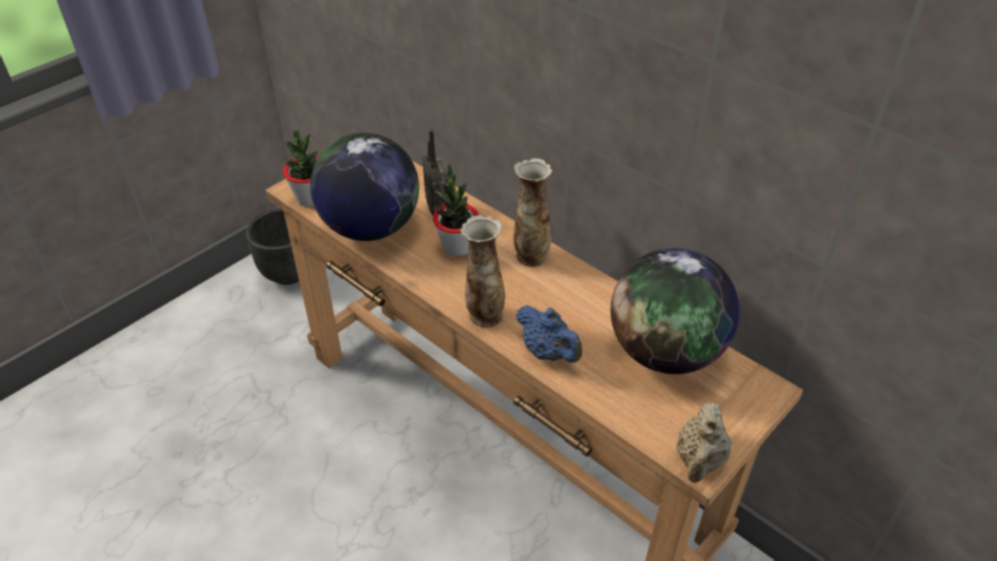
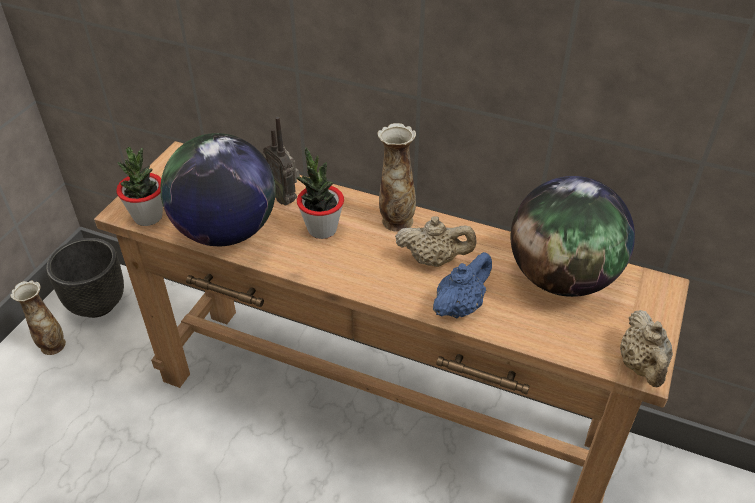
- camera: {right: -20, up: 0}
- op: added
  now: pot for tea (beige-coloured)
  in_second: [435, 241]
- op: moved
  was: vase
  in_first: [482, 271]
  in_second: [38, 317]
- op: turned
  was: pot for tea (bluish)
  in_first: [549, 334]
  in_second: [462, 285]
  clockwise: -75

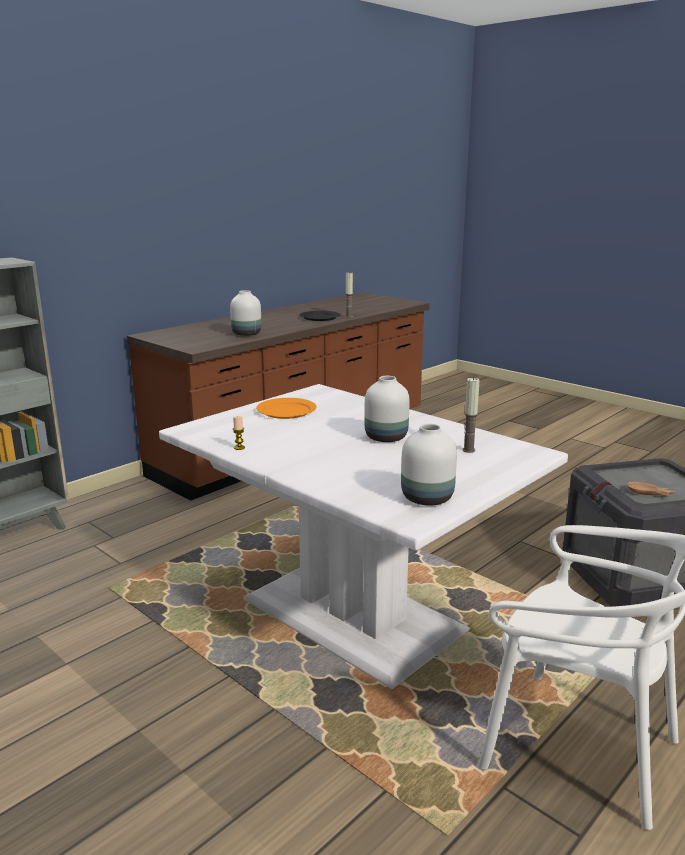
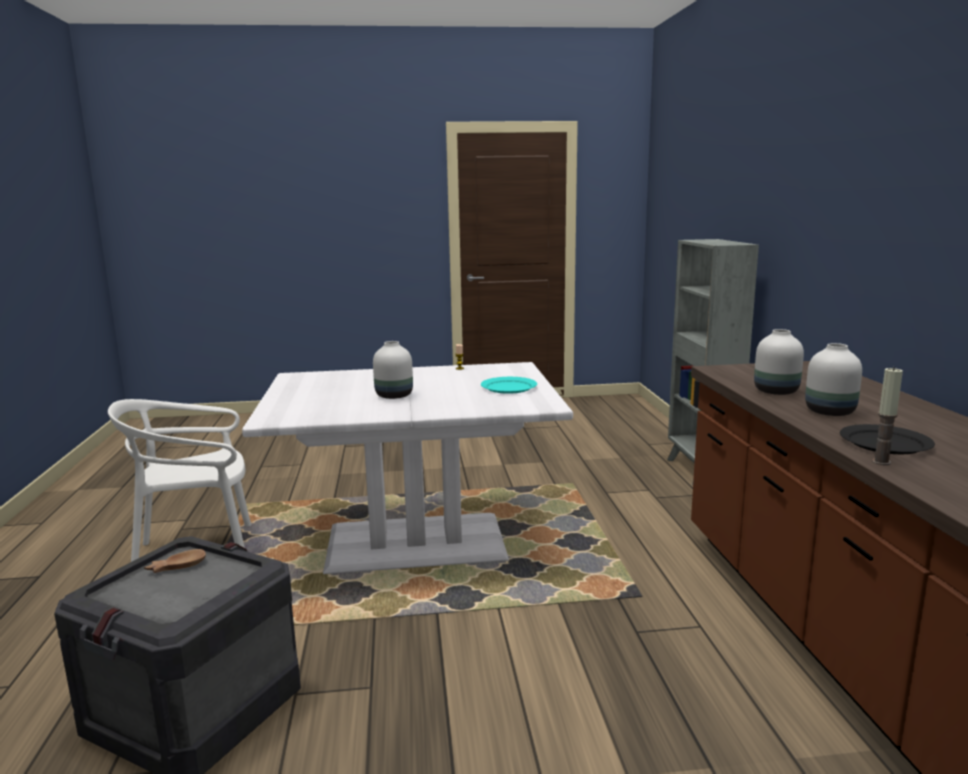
- camera: {right: 130, up: -5}
- op: removed
  was: wax light
  in_first: [471, 415]
- op: moved
  was: vase (white)
  in_first: [429, 465]
  in_second: [833, 379]
- op: recoloured
  was: plate (orangey)
  now: plate (turquoise)
  in_first: [286, 408]
  in_second: [509, 385]

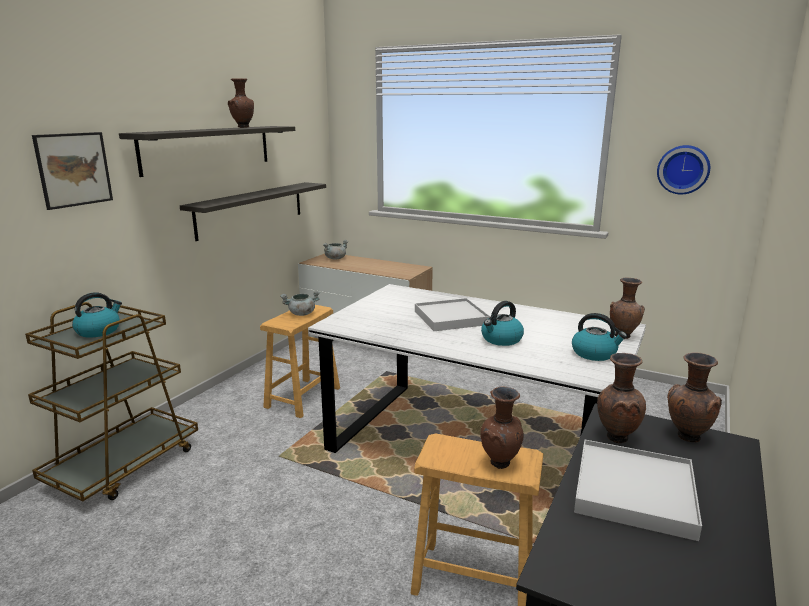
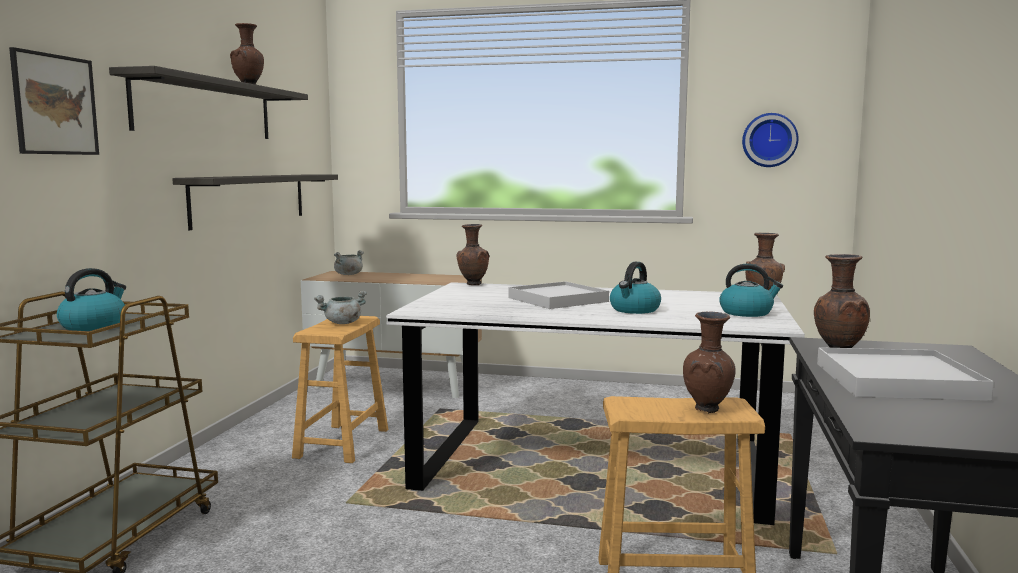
- camera: {right: -15, up: -10}
- op: moved
  was: vase (brown-coloured)
  in_first: [694, 397]
  in_second: [473, 254]

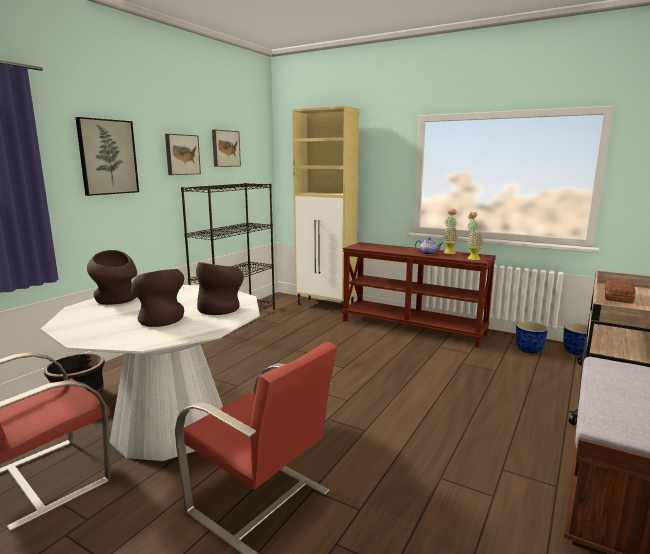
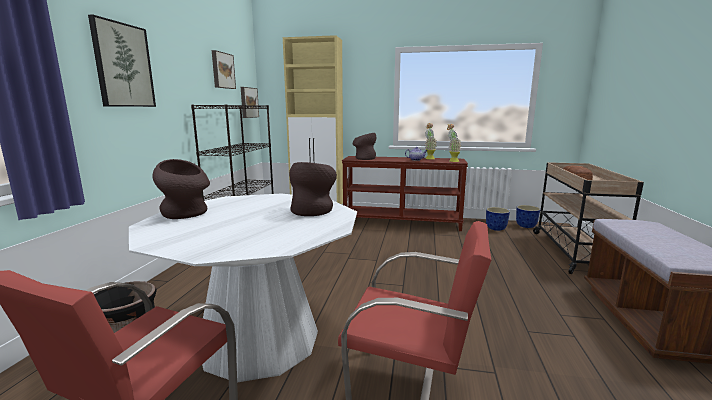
- camera: {right: -20, up: 0}
- op: moved
  was: vase (brown-coloured)
  in_first: [157, 298]
  in_second: [364, 146]
- op: moved
  was: wall art
  in_first: [183, 154]
  in_second: [250, 102]

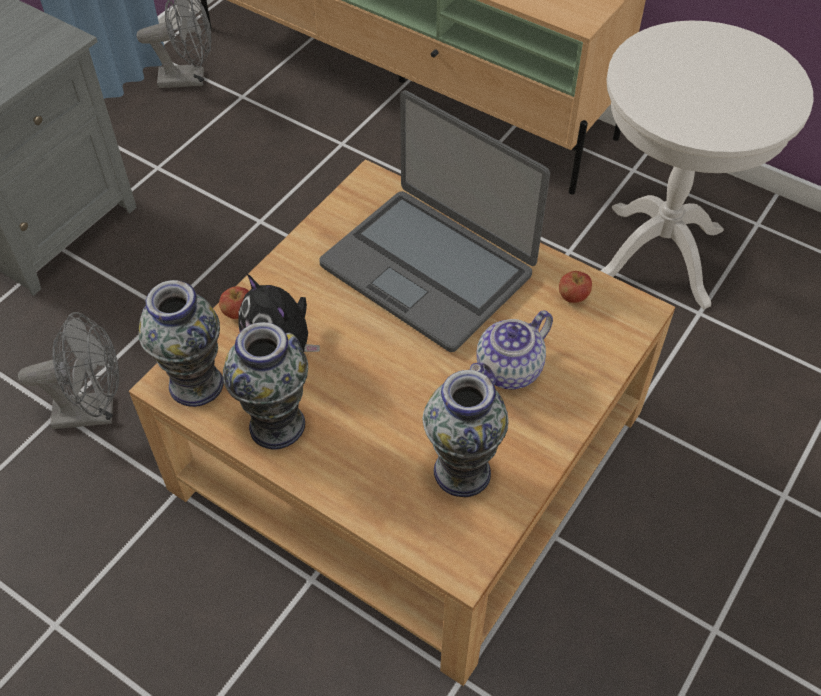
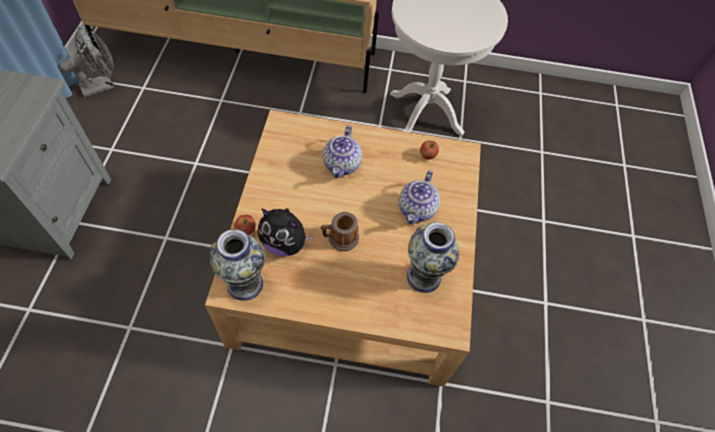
- camera: {right: -30, up: 5}
- op: removed
  was: cooling fan (greyish)
  in_first: [68, 370]
- op: removed
  was: vase
  in_first: [265, 386]
- op: added
  now: coffee mug
  in_second: [340, 231]
- op: replaced
  was: portable computer
  now: pot for tea
  in_first: [434, 221]
  in_second: [342, 151]

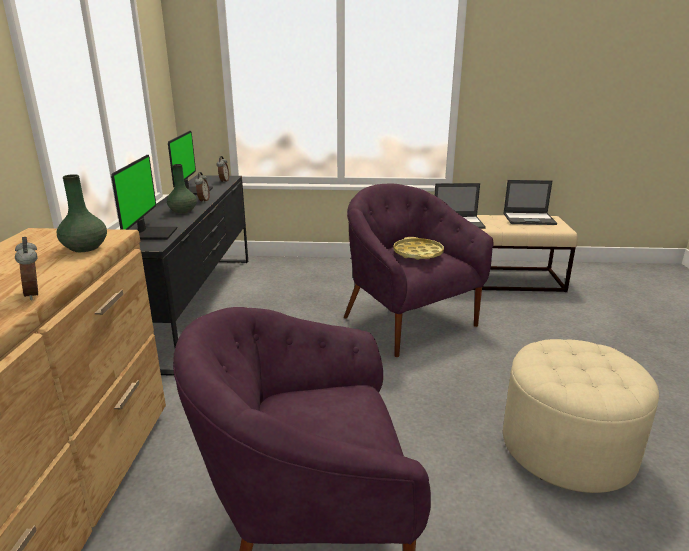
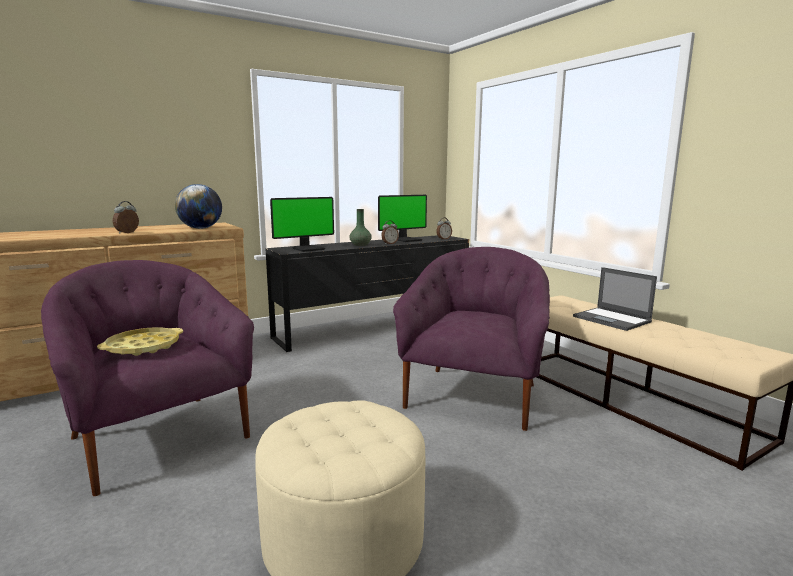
- camera: {right: 55, up: -10}
- op: removed
  was: portable computer
  in_first: [530, 202]
- op: moved
  was: serving tray (yellow-coloured)
  in_first: [418, 248]
  in_second: [140, 341]
- op: replaced
  was: vase (green)
  now: globe
  in_first: [81, 213]
  in_second: [198, 206]

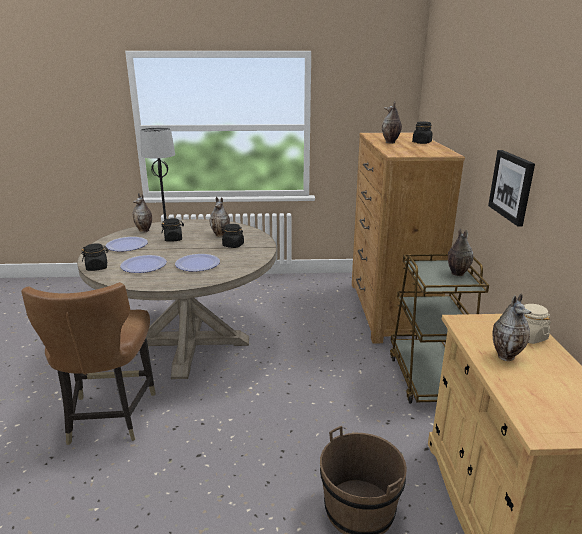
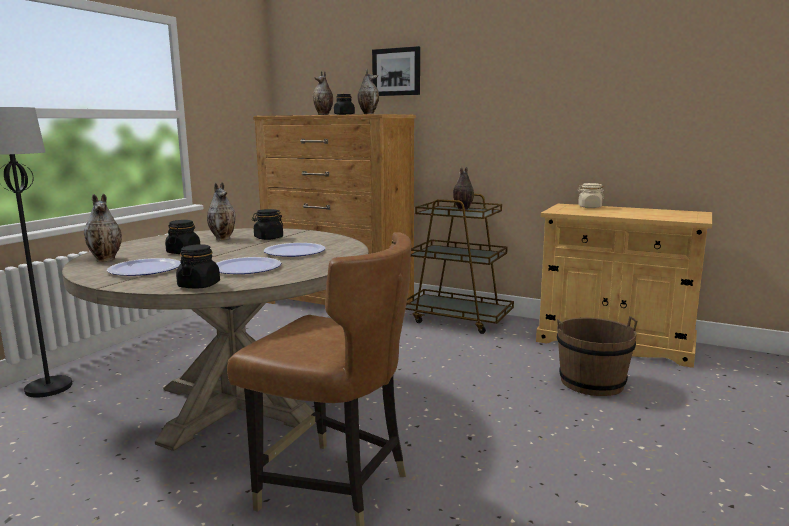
- camera: {right: -60, up: -10}
- op: moved
  was: wall art
  in_first: [511, 188]
  in_second: [396, 71]
- op: moved
  was: vase
  in_first: [512, 327]
  in_second: [368, 91]

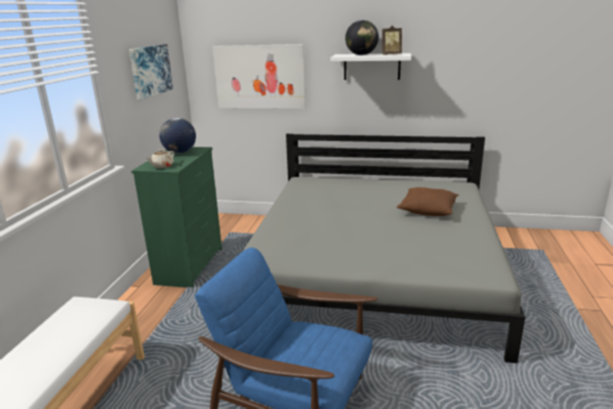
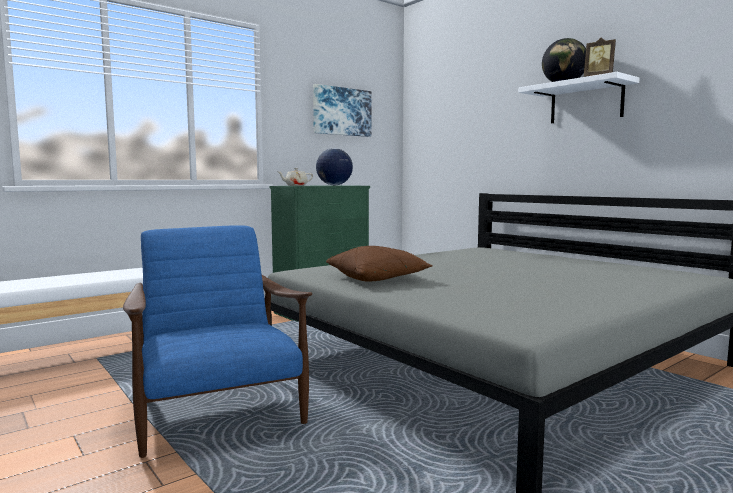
- camera: {right: 40, up: -15}
- op: removed
  was: wall art
  in_first: [259, 76]
- op: moved
  was: throw pillow (brown-coloured)
  in_first: [428, 201]
  in_second: [379, 264]

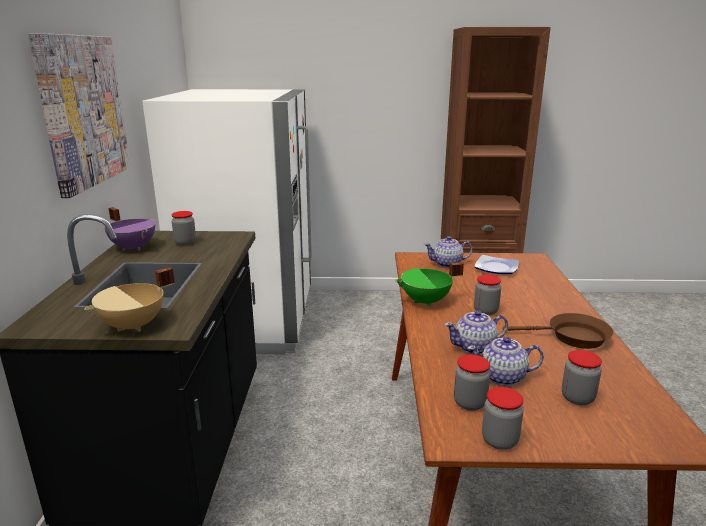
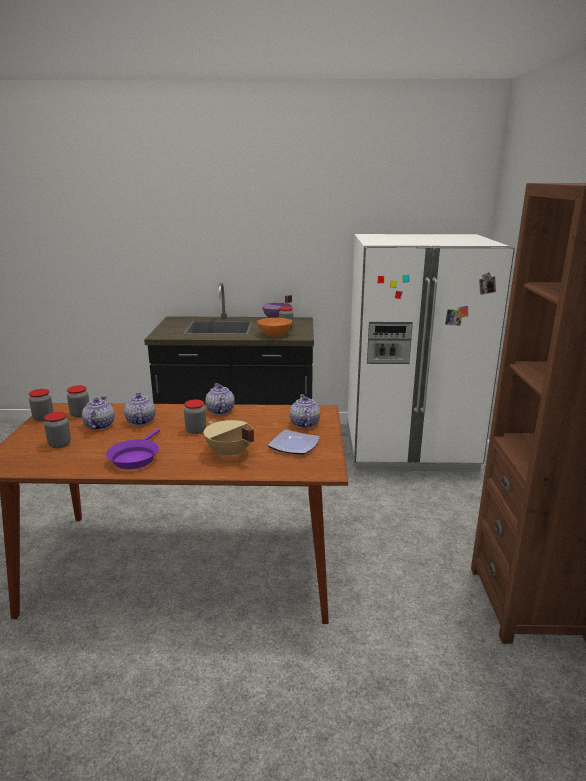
- camera: {right: 90, up: 0}
- op: removed
  was: wall art
  in_first: [79, 115]
- op: added
  now: bowl (orangey)
  in_second: [274, 327]
- op: moved
  was: cooking pot (beige-coloured)
  in_first: [129, 299]
  in_second: [229, 438]
- op: replaced
  was: cooking pot (green)
  now: pot for tea
  in_first: [429, 284]
  in_second: [220, 399]
- op: recoloured
  was: skillet (brown-coloured)
  now: skillet (purple-coloured)
  in_first: [558, 331]
  in_second: [133, 449]

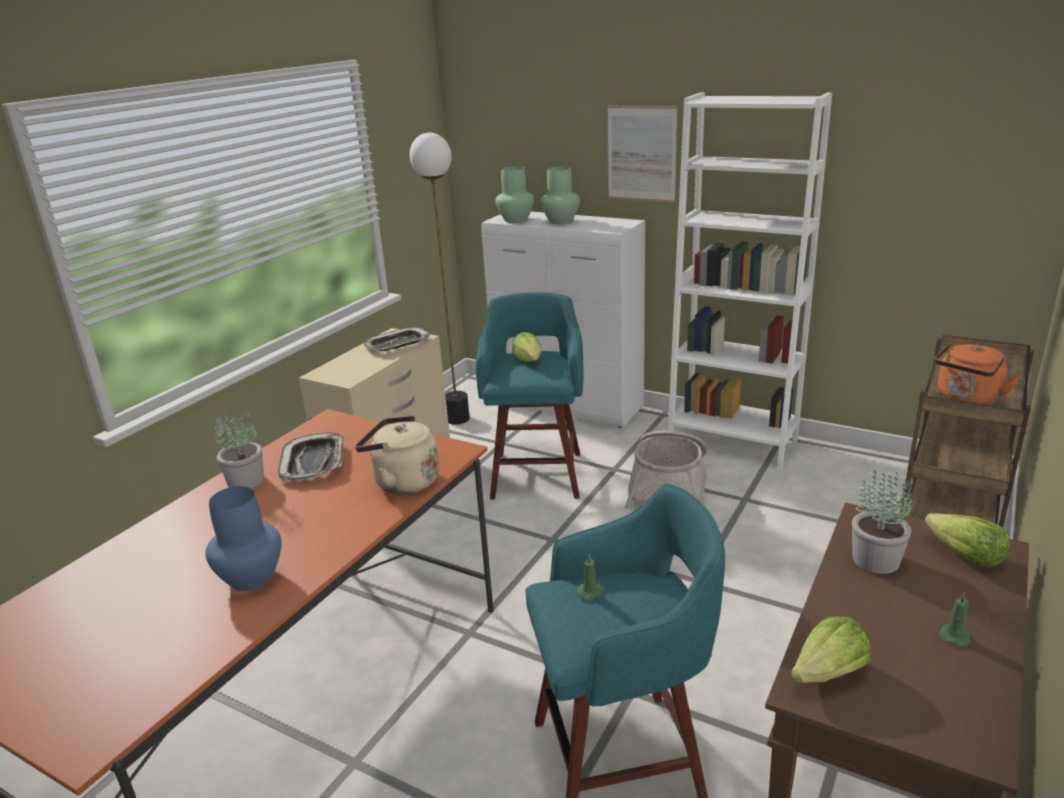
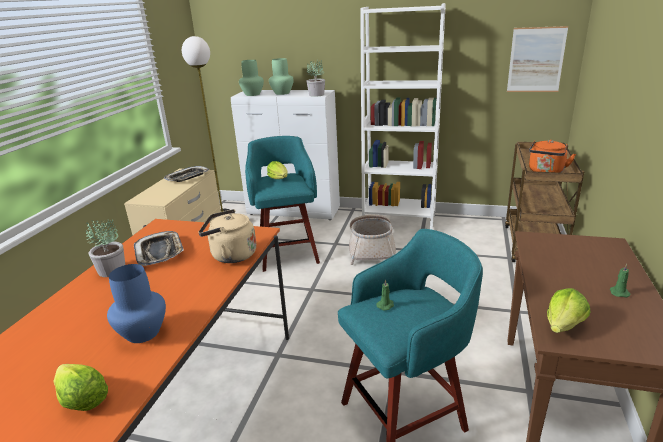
- camera: {right: -15, up: 0}
- op: moved
  was: wall art
  in_first: [642, 154]
  in_second: [537, 59]
- op: moved
  was: potted plant
  in_first: [882, 522]
  in_second: [315, 78]
- op: moved
  was: lettuce
  in_first: [967, 540]
  in_second: [80, 387]

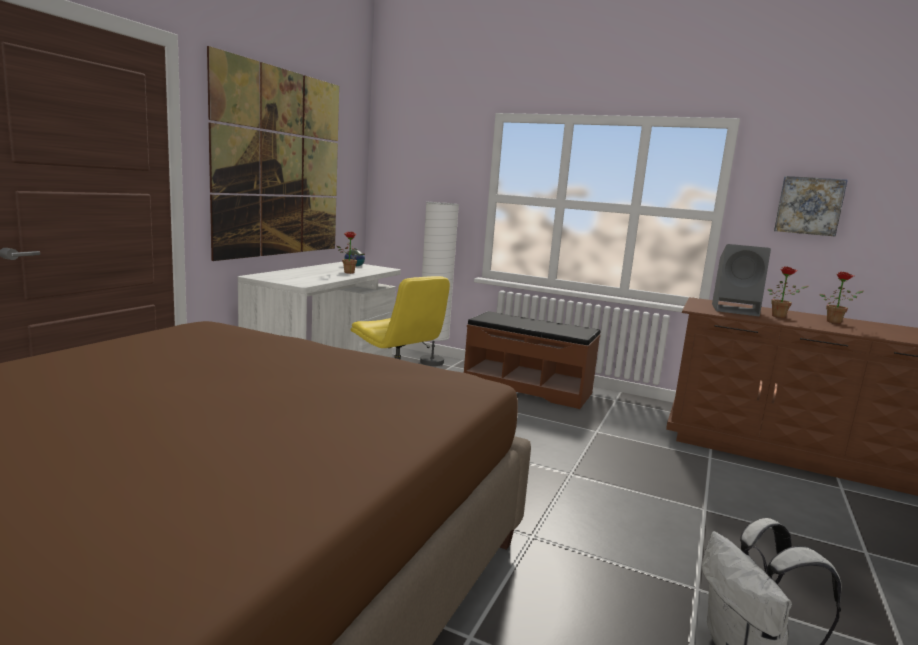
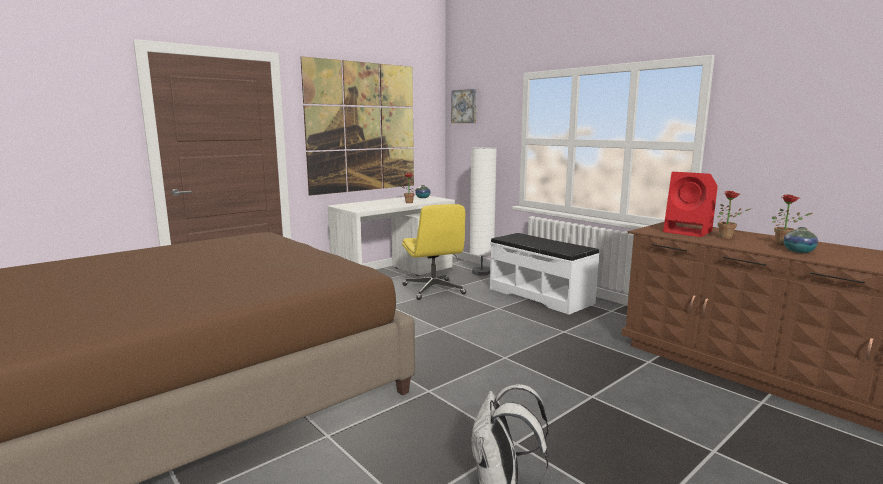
- camera: {right: 25, up: 0}
- op: added
  now: vase
  in_second: [801, 240]
- op: moved
  was: wall art
  in_first: [811, 206]
  in_second: [464, 106]
- op: recoloured
  was: bench (brown-coloured)
  now: bench (white)
  in_first: [532, 360]
  in_second: [544, 274]
- op: recoloured
  was: audio speaker (greyish)
  now: audio speaker (red-coloured)
  in_first: [741, 280]
  in_second: [690, 204]

